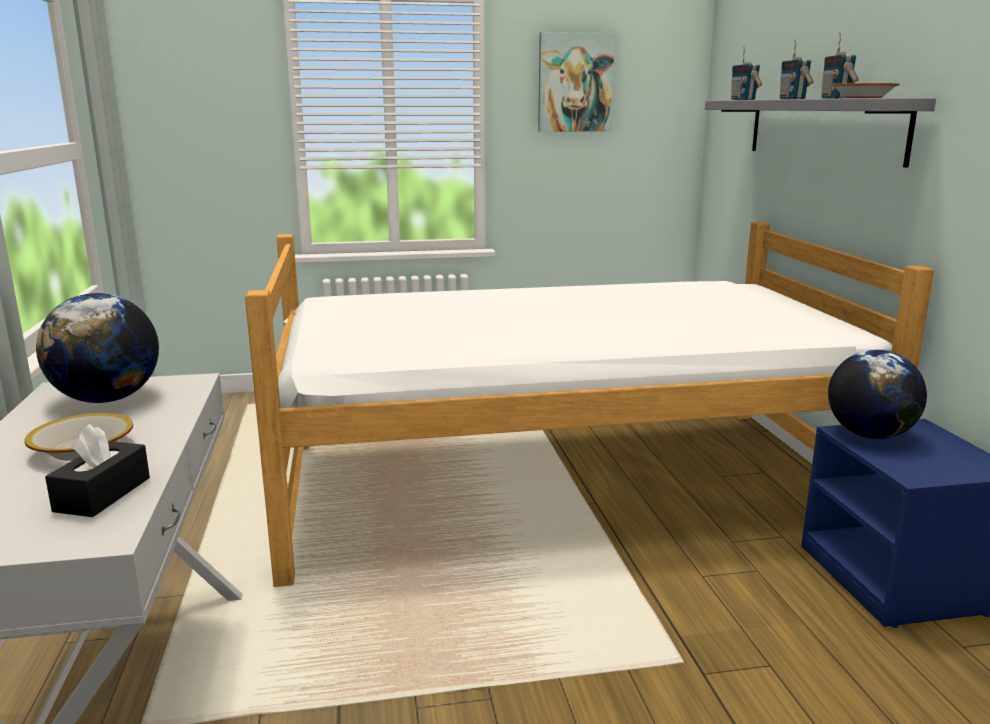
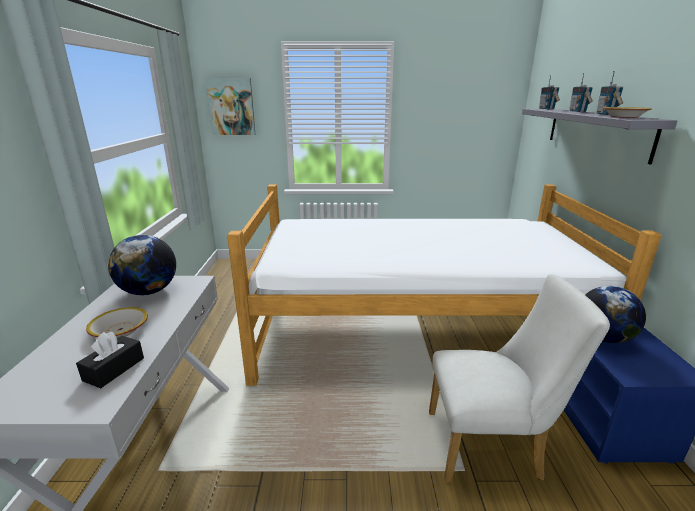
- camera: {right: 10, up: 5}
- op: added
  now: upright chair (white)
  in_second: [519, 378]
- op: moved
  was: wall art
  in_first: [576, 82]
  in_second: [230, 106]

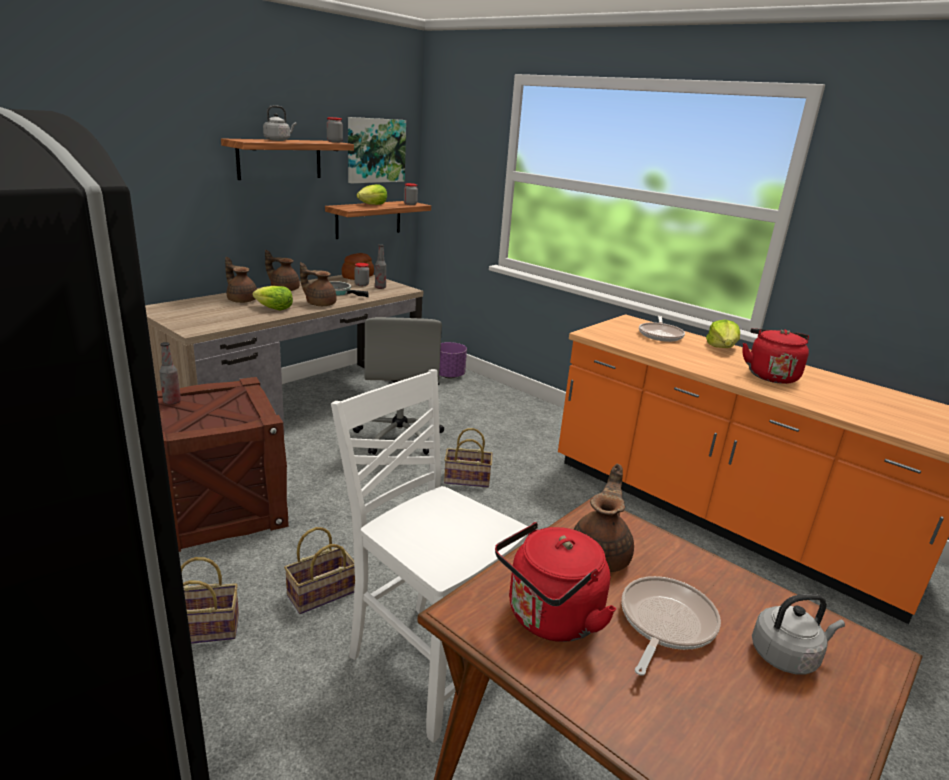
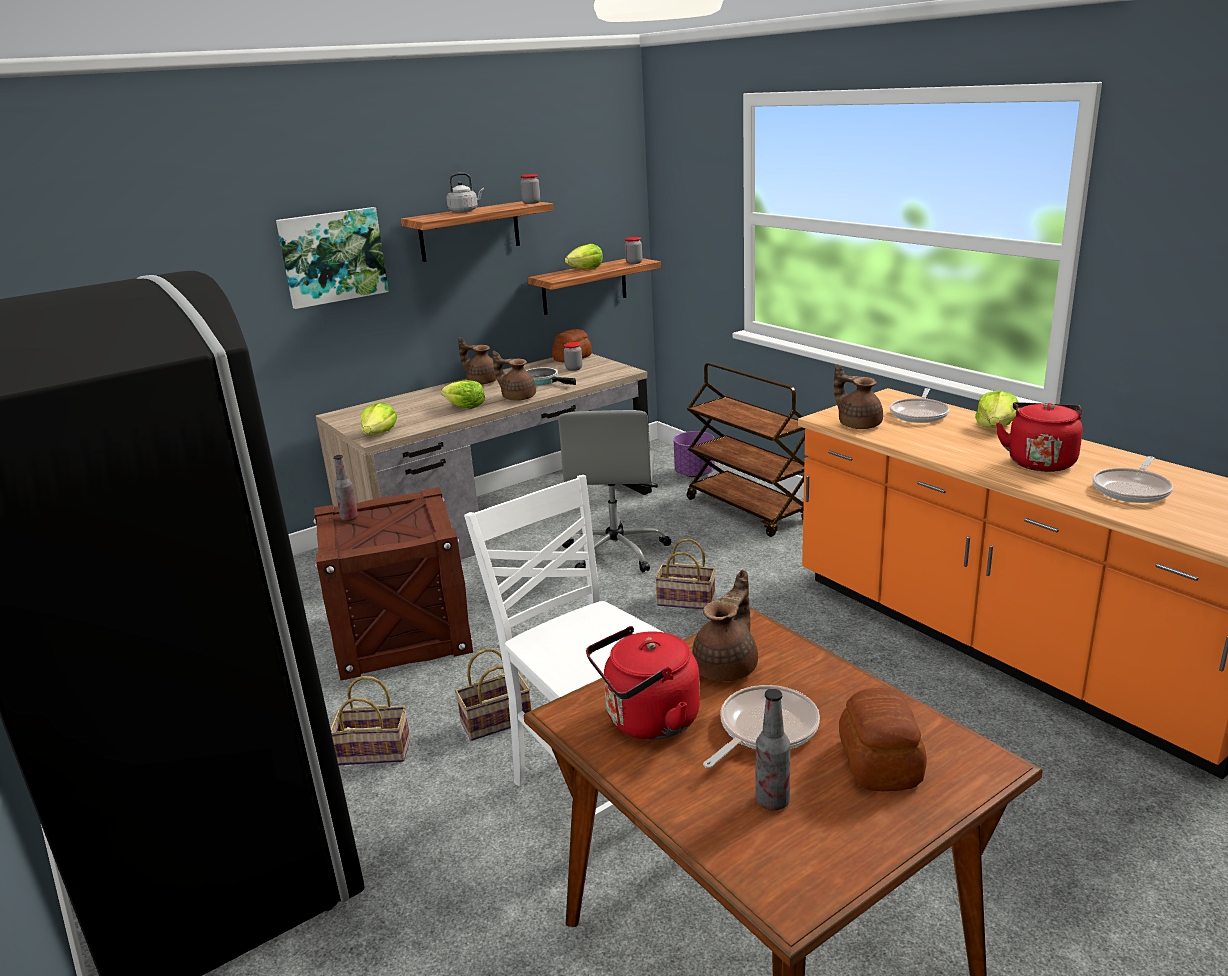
- camera: {right: 15, up: 0}
- op: added
  now: lettuce
  in_second: [379, 419]
- op: added
  now: cart (brown-coloured)
  in_second: [746, 450]
- op: added
  now: skillet
  in_second: [1132, 479]
- op: moved
  was: pot for tea (brown-coloured)
  in_first: [241, 280]
  in_second: [858, 396]
- op: moved
  was: wall art
  in_first: [377, 150]
  in_second: [332, 258]
- op: moved
  was: bottle
  in_first: [380, 266]
  in_second: [772, 750]
- op: replaced
  was: tea kettle (greyish)
  now: bakery bread
  in_first: [798, 634]
  in_second: [883, 739]

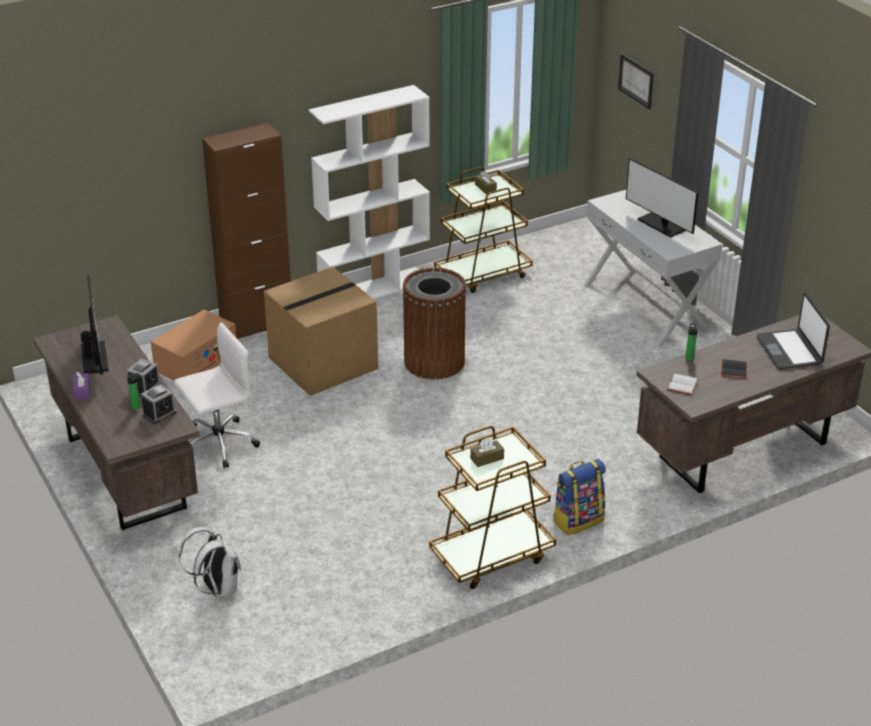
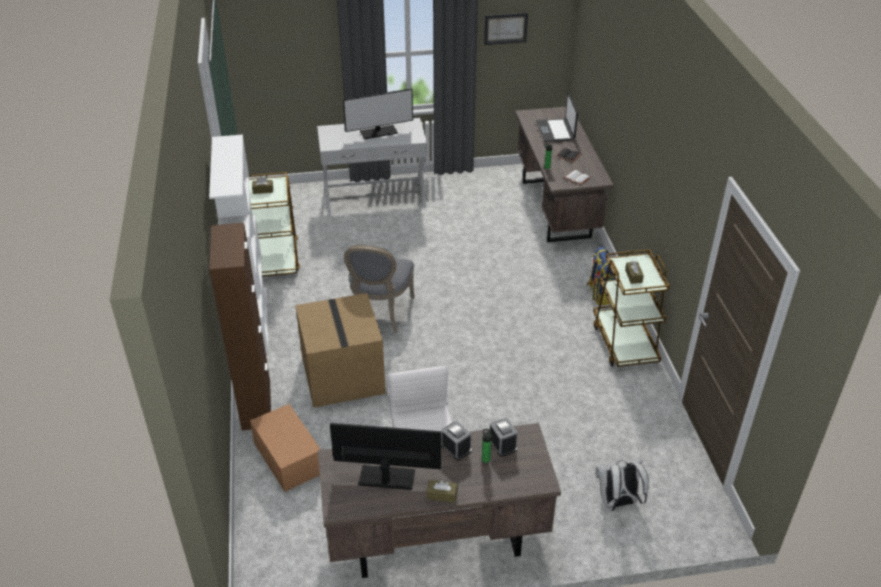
- camera: {right: -70, up: 5}
- op: moved
  was: wall art
  in_first: [636, 81]
  in_second: [506, 29]
- op: replaced
  was: trash can (brown-coloured)
  now: upright chair (greyish)
  in_first: [434, 323]
  in_second: [379, 289]
- op: recoloured
  was: tissue box (purple-coloured)
  now: tissue box (brown-coloured)
  in_first: [81, 386]
  in_second: [442, 491]
- op: turned
  was: portable computer
  in_first: [793, 331]
  in_second: [557, 117]
  clockwise: 75

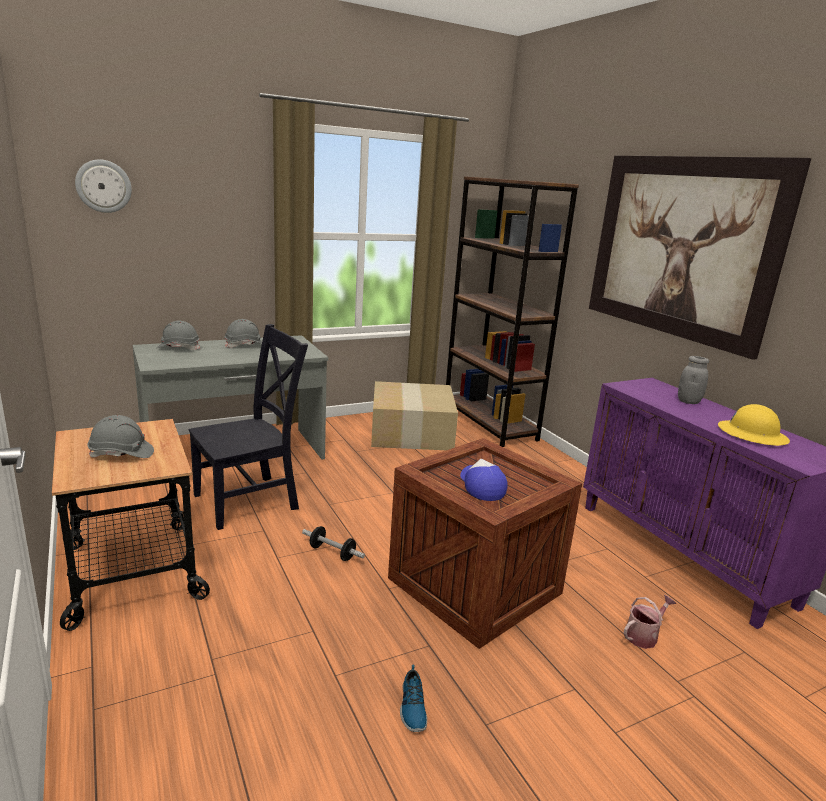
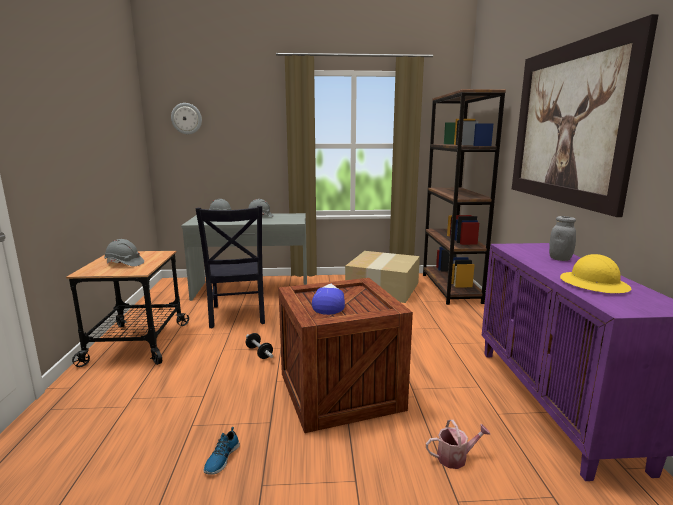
- camera: {right: 25, up: -5}
- op: turned
  was: upright chair (black)
  in_first: [248, 427]
  in_second: [230, 267]
  clockwise: 90

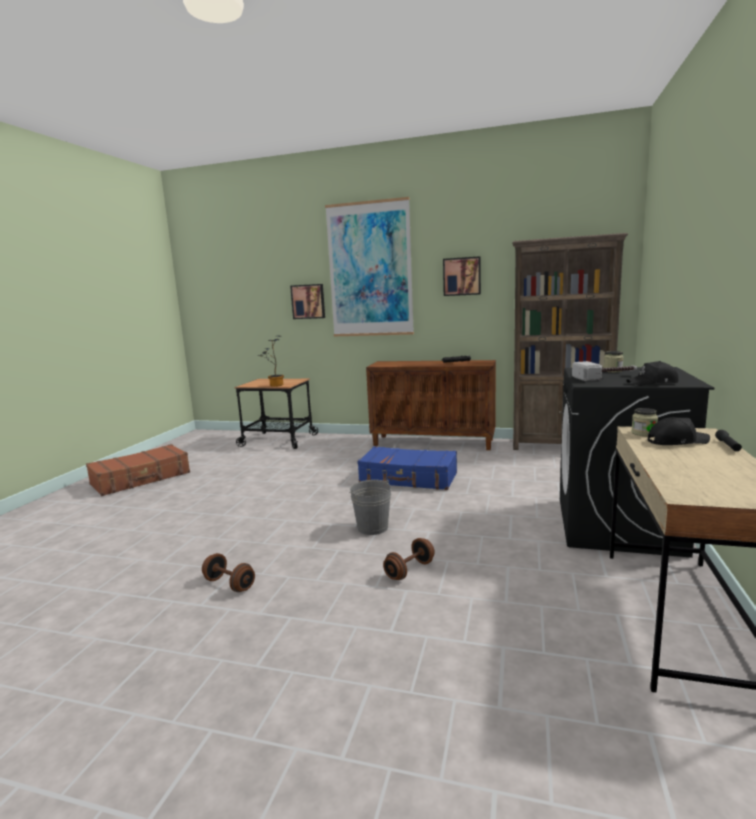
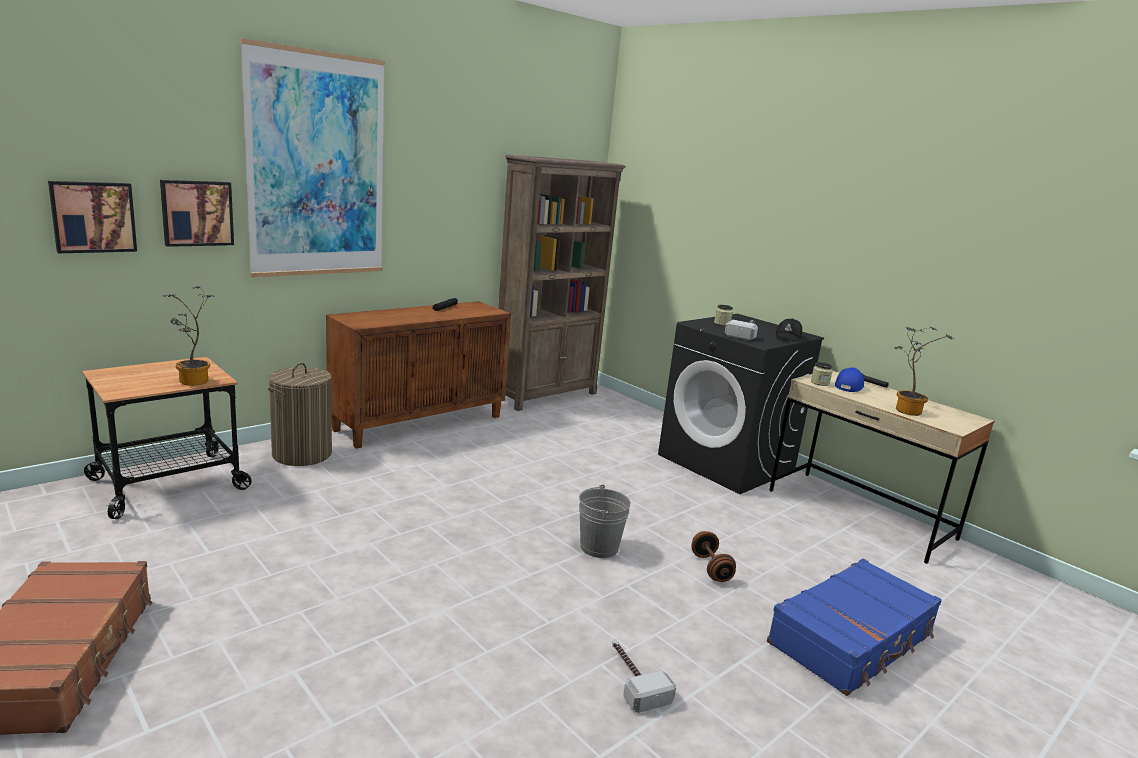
- camera: {right: -60, up: 5}
- op: added
  now: washing basket
  in_second: [300, 414]
- op: added
  now: potted plant
  in_second: [924, 371]
- op: moved
  was: piece of luggage (bluish)
  in_first: [407, 468]
  in_second: [854, 627]
- op: moved
  was: wall art
  in_first: [462, 276]
  in_second: [92, 217]
- op: replaced
  was: free weight (brown-coloured)
  now: hammer
  in_first: [228, 572]
  in_second: [644, 676]
- op: recoloured
  was: cap (black)
  now: cap (bluish)
  in_first: [679, 431]
  in_second: [849, 379]

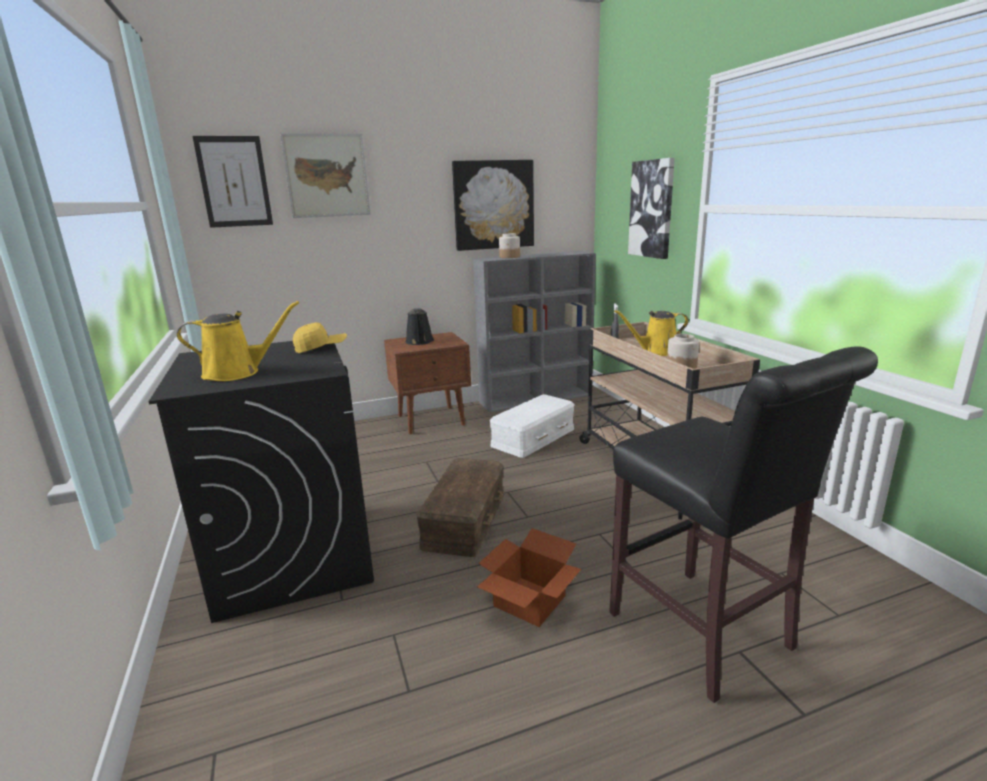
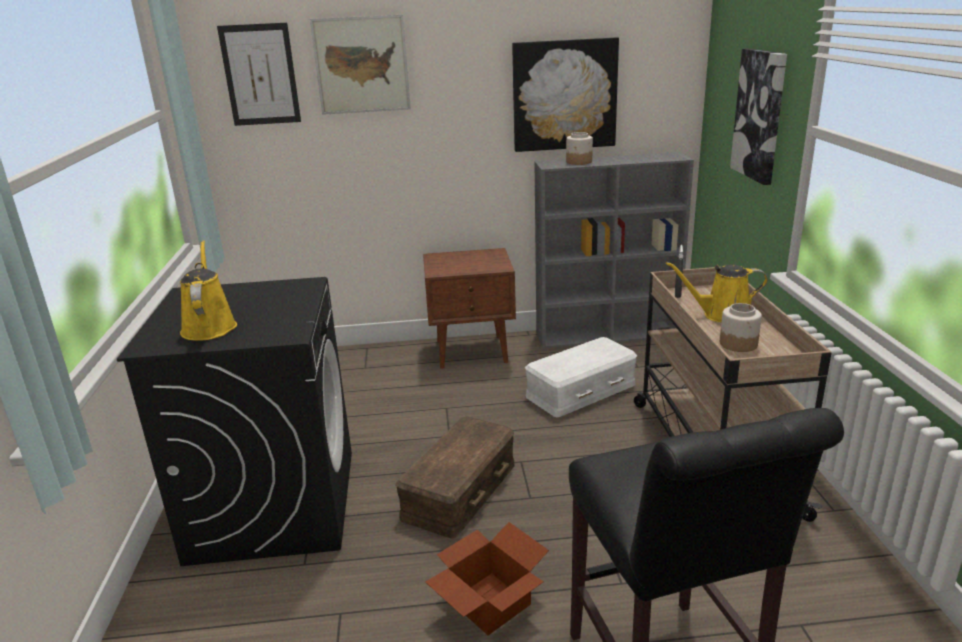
- camera: {right: 15, up: 5}
- op: removed
  was: cap (yellow-coloured)
  in_first: [320, 337]
- op: removed
  was: sprinkling can (black)
  in_first: [419, 326]
- op: turned
  was: sprinkling can (yellow-coloured)
  in_first: [238, 341]
  in_second: [208, 290]
  clockwise: -105

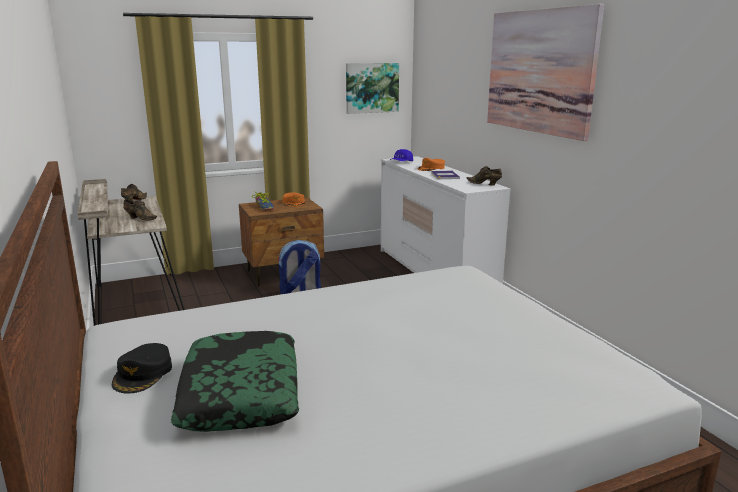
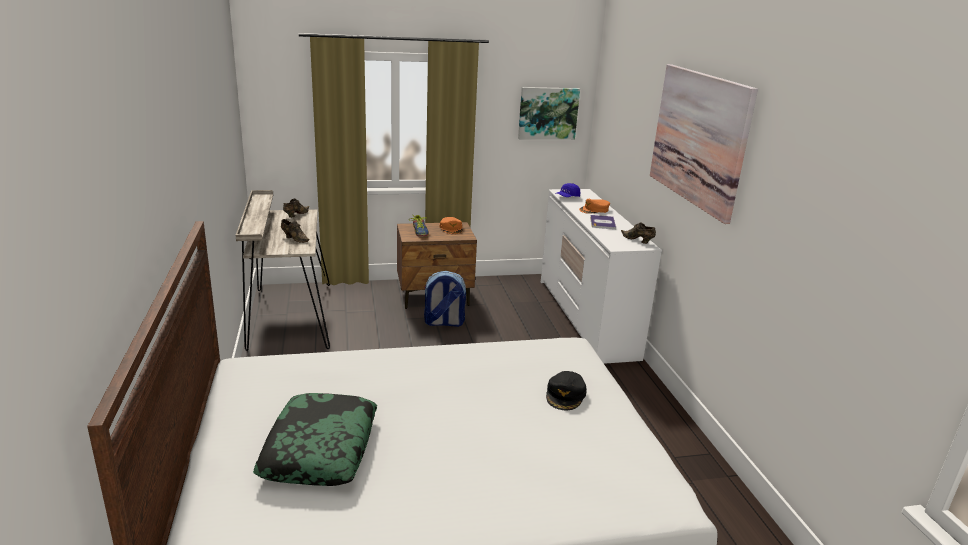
- camera: {right: 10, up: 5}
- op: moved
  was: cap (black)
  in_first: [142, 368]
  in_second: [566, 390]

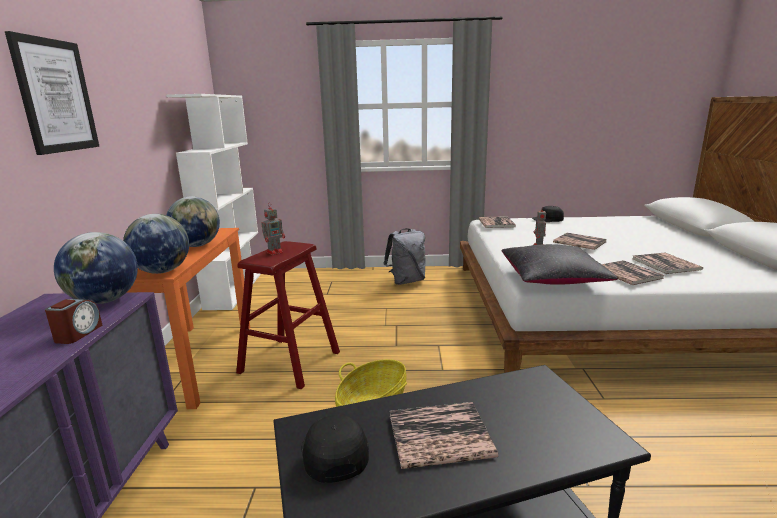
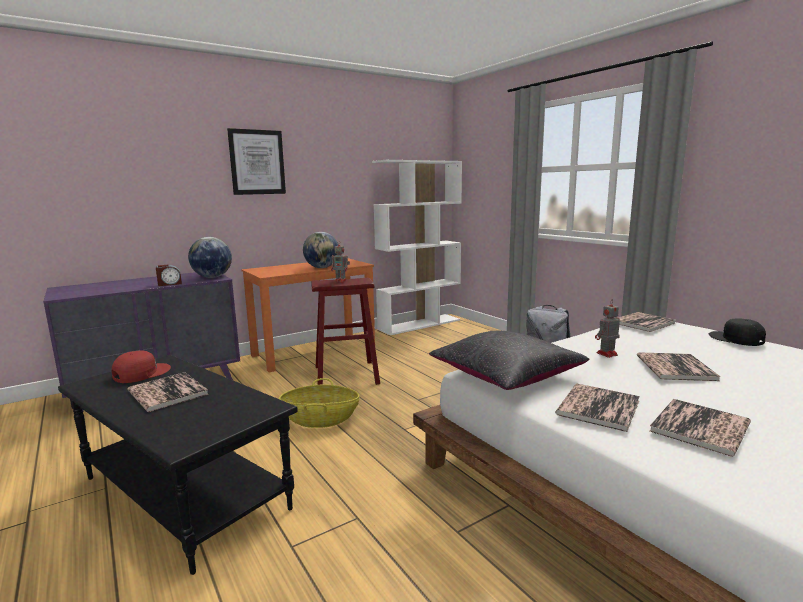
- camera: {right: 55, up: -5}
- op: removed
  was: globe
  in_first: [156, 244]
- op: recoloured
  was: cap (black)
  now: cap (red-coloured)
  in_first: [335, 449]
  in_second: [141, 367]

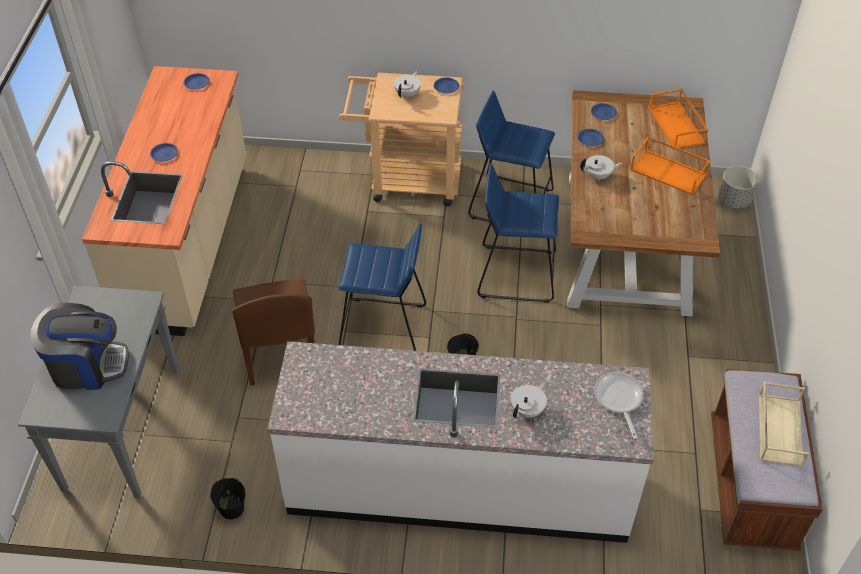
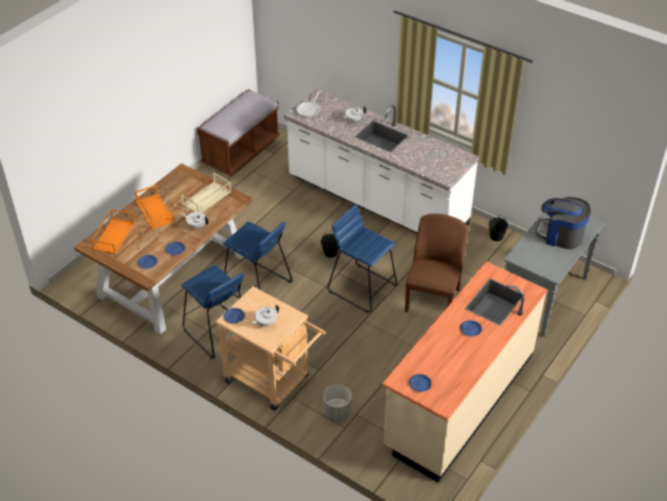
- camera: {right: -150, up: -5}
- op: moved
  was: plant pot (greyish)
  in_first: [738, 187]
  in_second: [337, 402]
- op: moved
  was: serving tray (beige-coloured)
  in_first: [784, 424]
  in_second: [206, 192]

